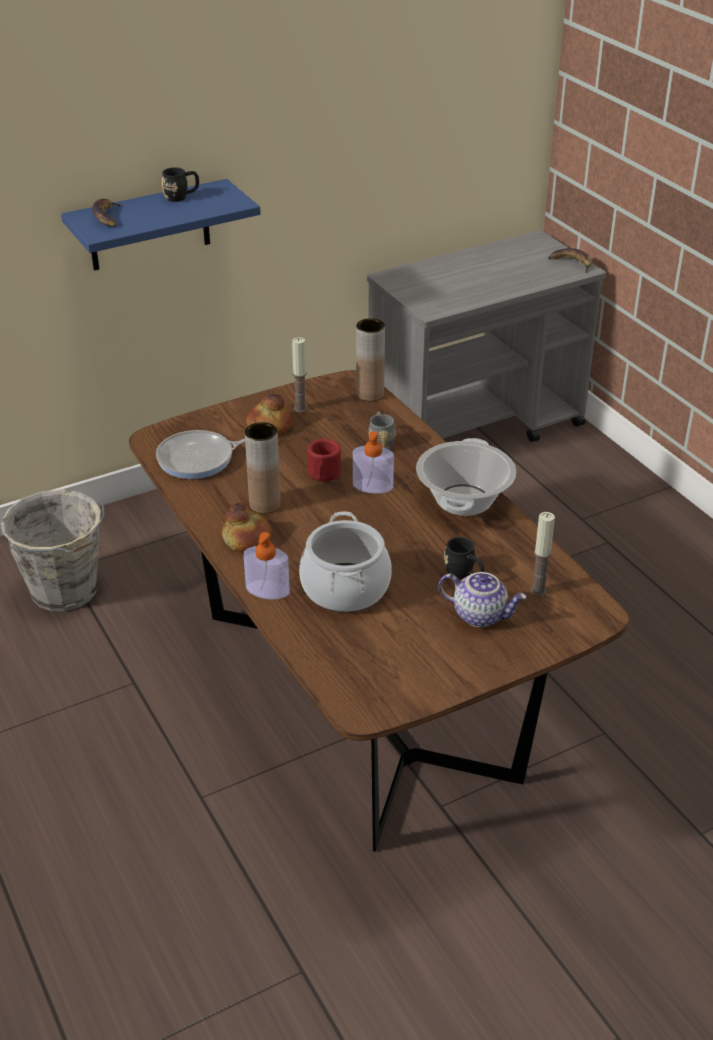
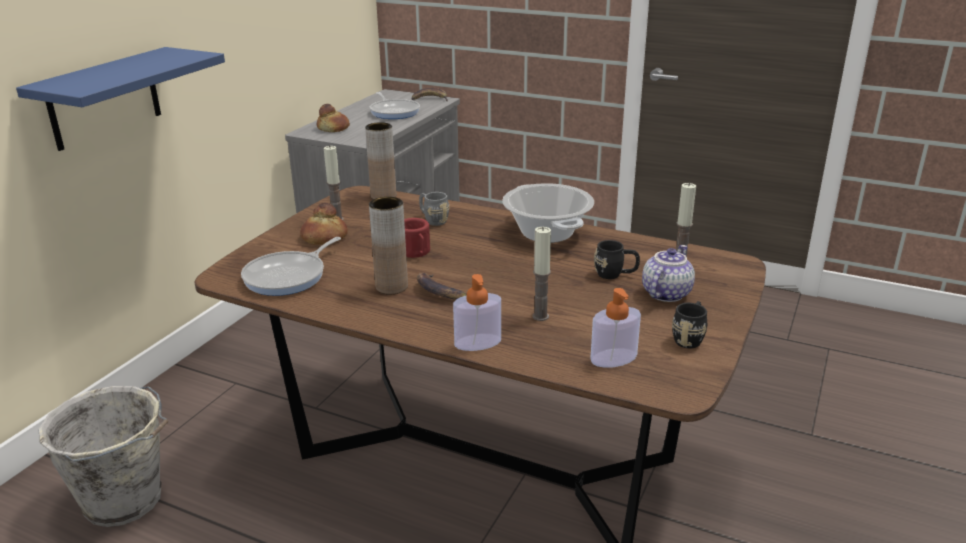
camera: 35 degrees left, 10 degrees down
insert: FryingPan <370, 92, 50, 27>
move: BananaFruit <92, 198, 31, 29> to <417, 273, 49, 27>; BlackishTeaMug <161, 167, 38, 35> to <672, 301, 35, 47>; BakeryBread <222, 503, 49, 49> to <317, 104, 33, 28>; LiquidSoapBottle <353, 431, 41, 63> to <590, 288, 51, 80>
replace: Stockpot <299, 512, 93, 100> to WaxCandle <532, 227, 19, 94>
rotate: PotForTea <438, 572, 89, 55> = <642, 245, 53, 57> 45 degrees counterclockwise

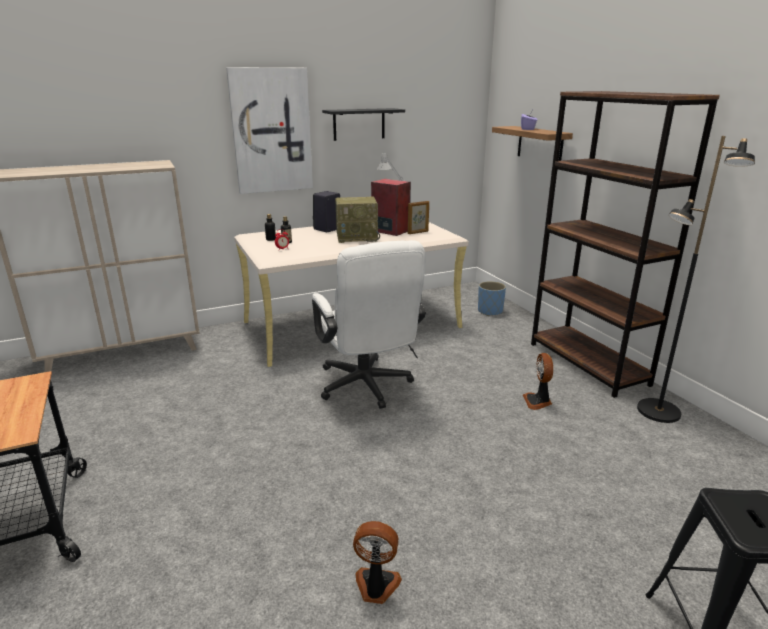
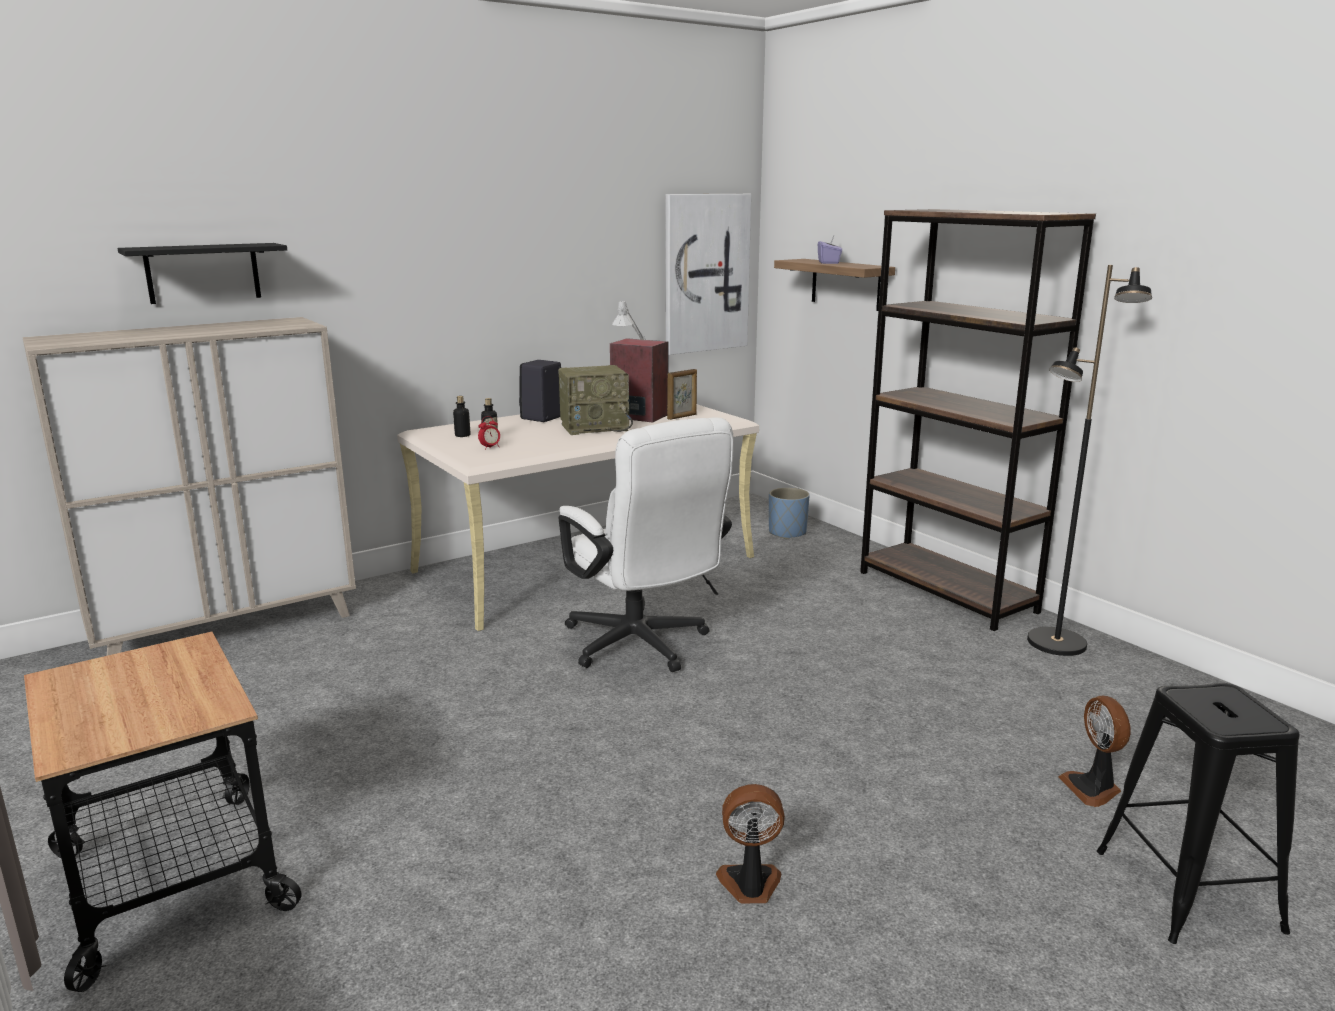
camera: 10 degrees left, 5 degrees down
move: Picture <226, 67, 87, 127> to <666, 194, 85, 161>; BlackishBracketShelf <322, 108, 83, 33> to <117, 243, 170, 61>; CoolingFan <523, 353, 30, 57> to <1058, 696, 73, 111>

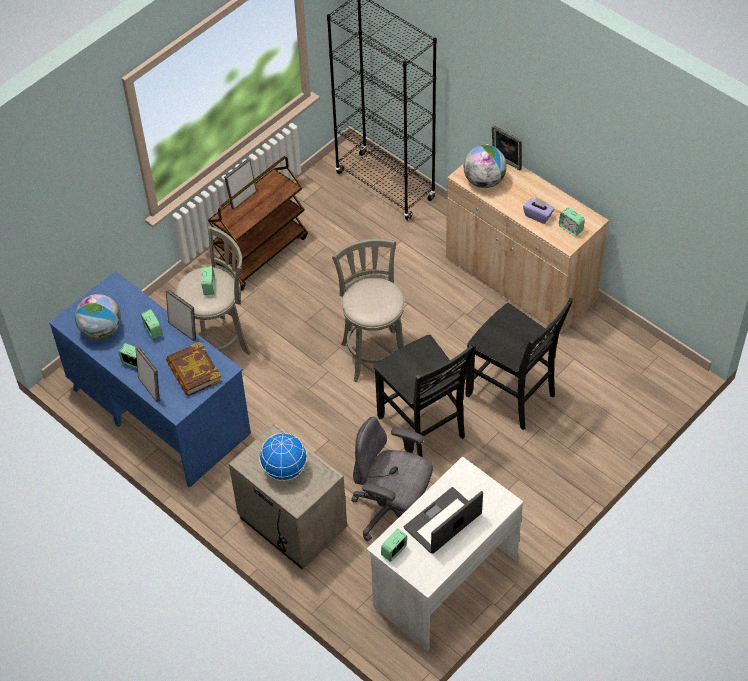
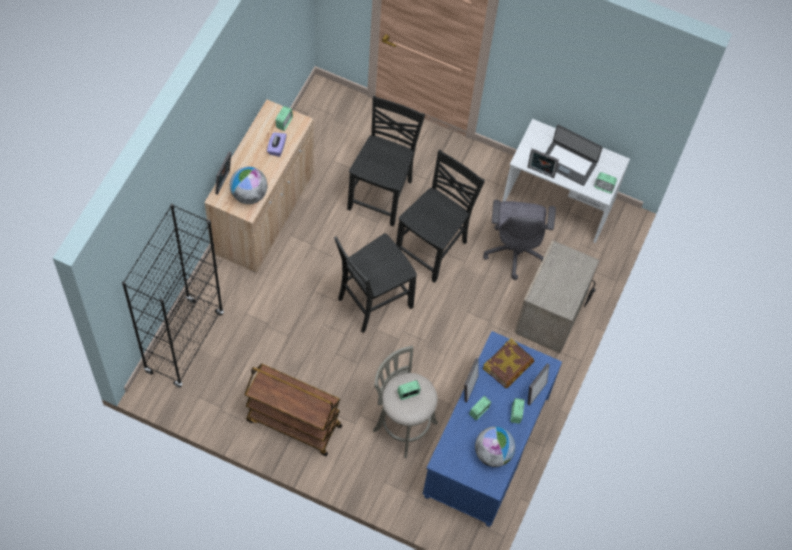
camera: 115 degrees left, 10 degrees up
delete: Globe <259, 433, 48, 48>
move: StandingFrame <224, 158, 33, 52> to <528, 149, 31, 29>
replace: GraySittingStool <332, 238, 73, 144> to BlackishUprightChair <334, 233, 83, 100>

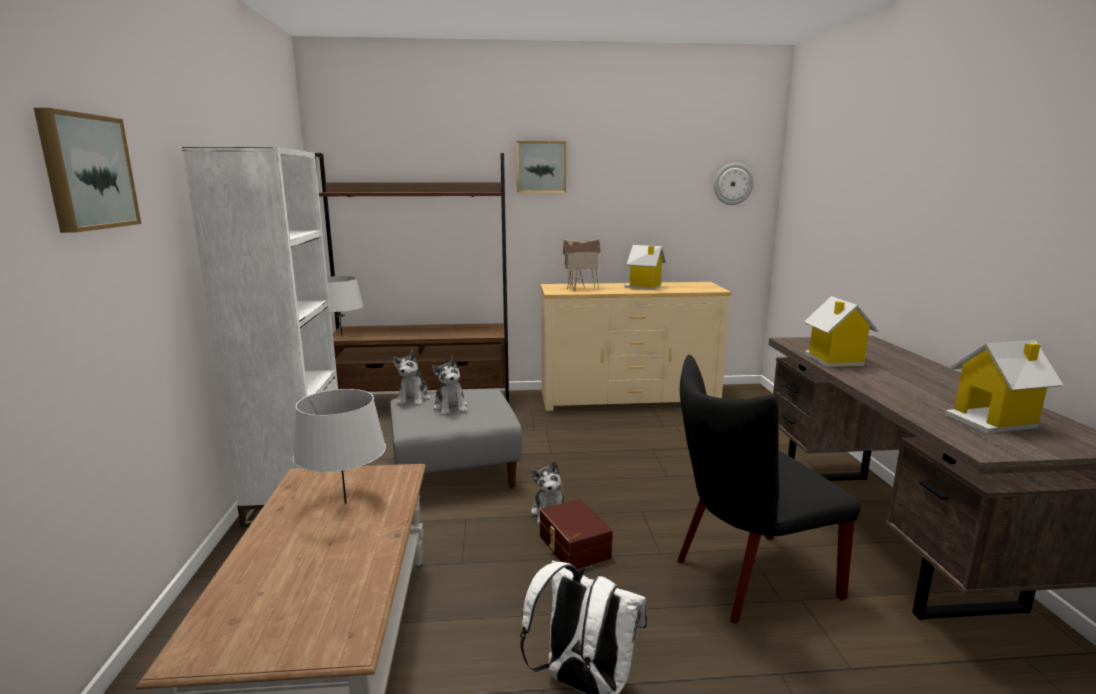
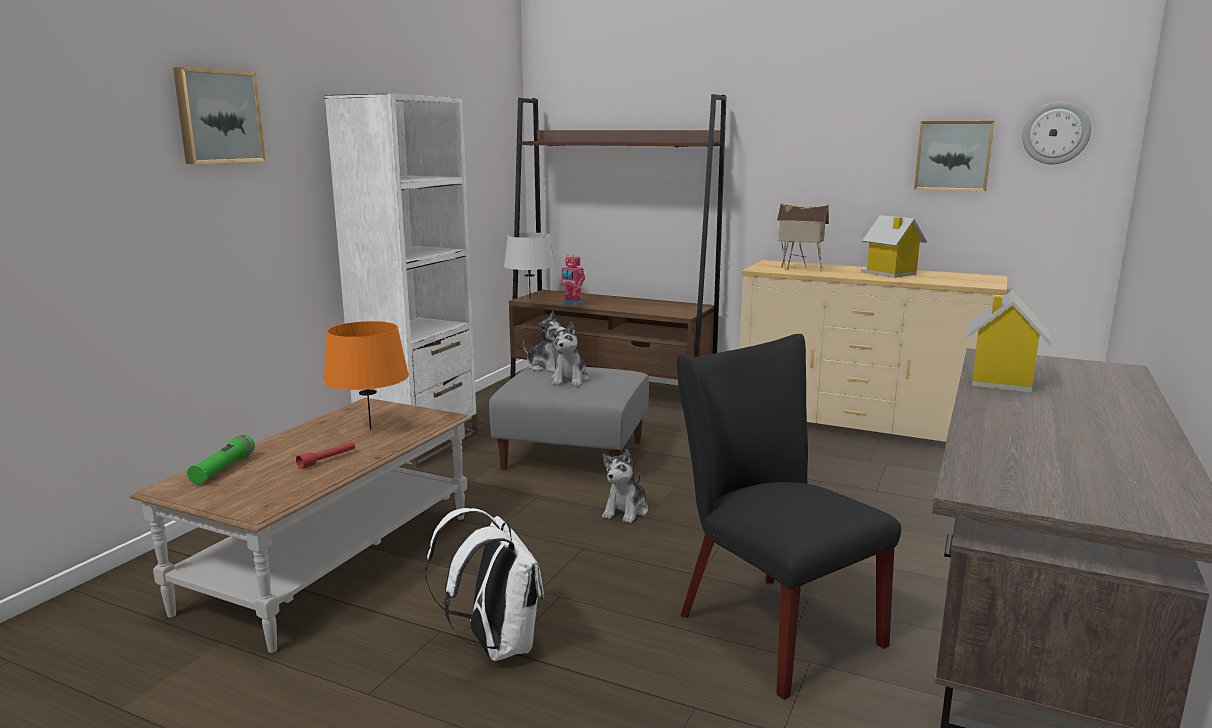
camera: 30 degrees right, 0 degrees up
delete: BrownishStorageBin <540, 499, 73, 70>; MiniatureHouse <945, 340, 118, 94>
insert: GreenColouredTorch <187, 435, 68, 49>; RedTorch <296, 442, 59, 27>; RobotFigure <559, 255, 26, 51>
move: Picture <516, 141, 50, 52> to <914, 121, 81, 71>
recolor: GrayLampForATable <293, 389, 93, 115> to OrangeColouredLampForATable <323, 321, 86, 108>
rotate: PlushToy <393, 350, 38, 56> = <523, 311, 42, 62> 90 degrees counterclockwise; BlackishUprightChair <677, 355, 184, 269> = <677, 334, 224, 366> 45 degrees clockwise

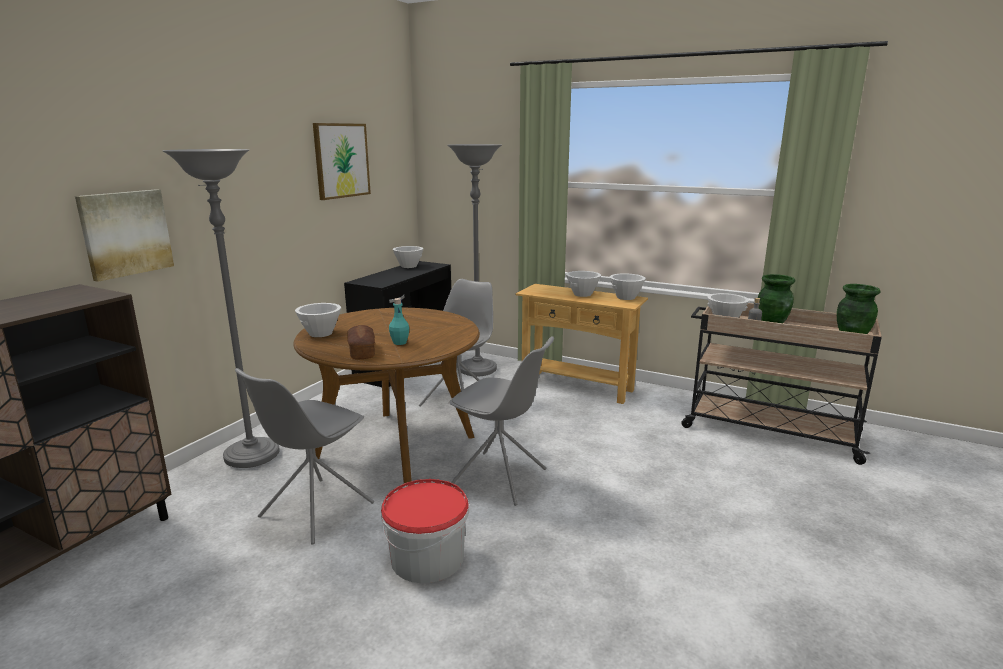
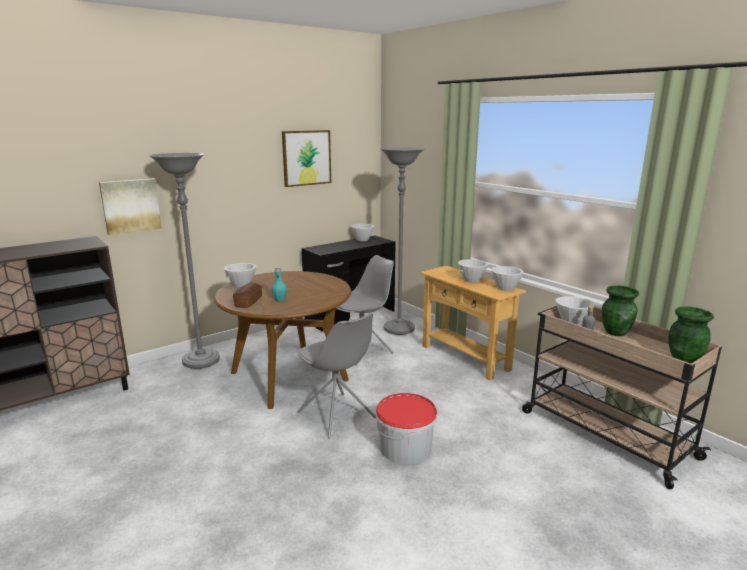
camera: 25 degrees right, 0 degrees up
delete: GrayUprightChair <235, 368, 139, 176>
move: Bucket <381, 479, 88, 104> to <376, 393, 61, 71>

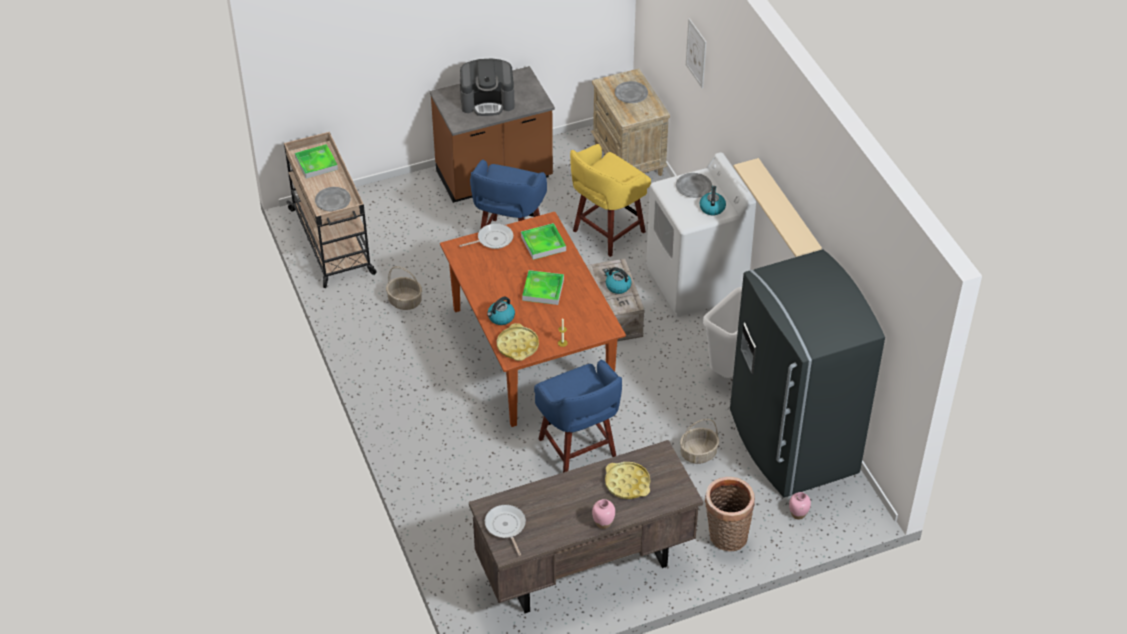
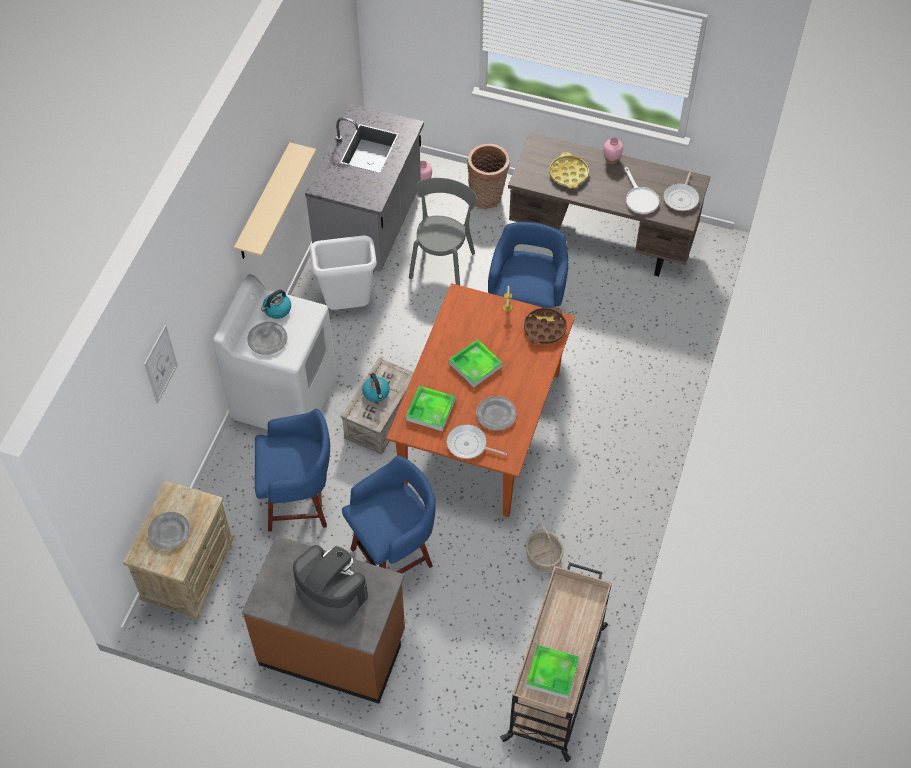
camera: 140 degrees left, 10 degrees up
delete: WaterKettle <487, 297, 28, 28>
insert: WhiteFryingPan <625, 167, 34, 47>
move: GrayDinnerPlate <315, 187, 36, 24> to <476, 396, 41, 35>
replace: Basket <680, 419, 39, 45> to GrayUprightChair <409, 178, 68, 107>; GrayRefrigerator <730, 250, 155, 247> to GrayKitchenBaseUnit <305, 104, 119, 169>
recolor: YellowColouredCarryingTray <497, 323, 42, 38> to BrownishCarryingTray <524, 307, 43, 37>; YellowColouredSittingStool <570, 144, 81, 113> to BlueSittingStool <255, 409, 75, 123>

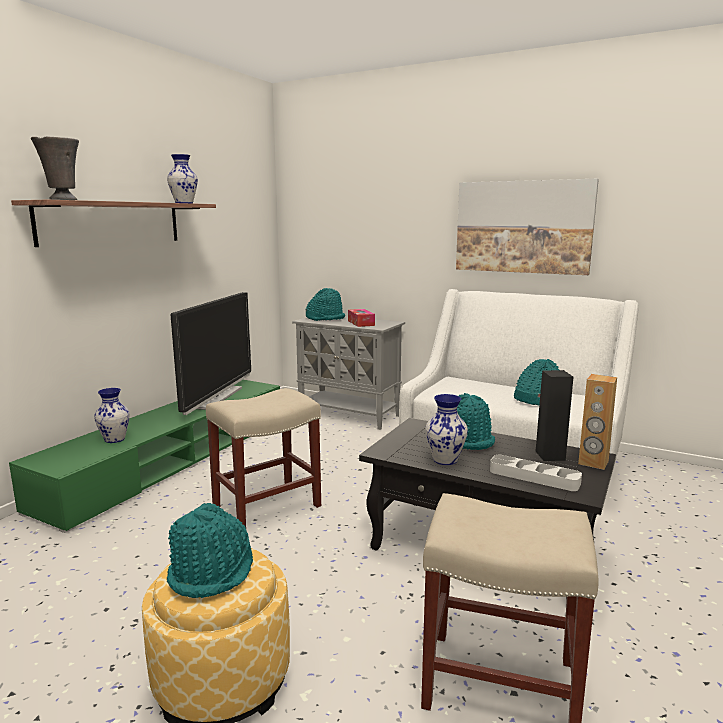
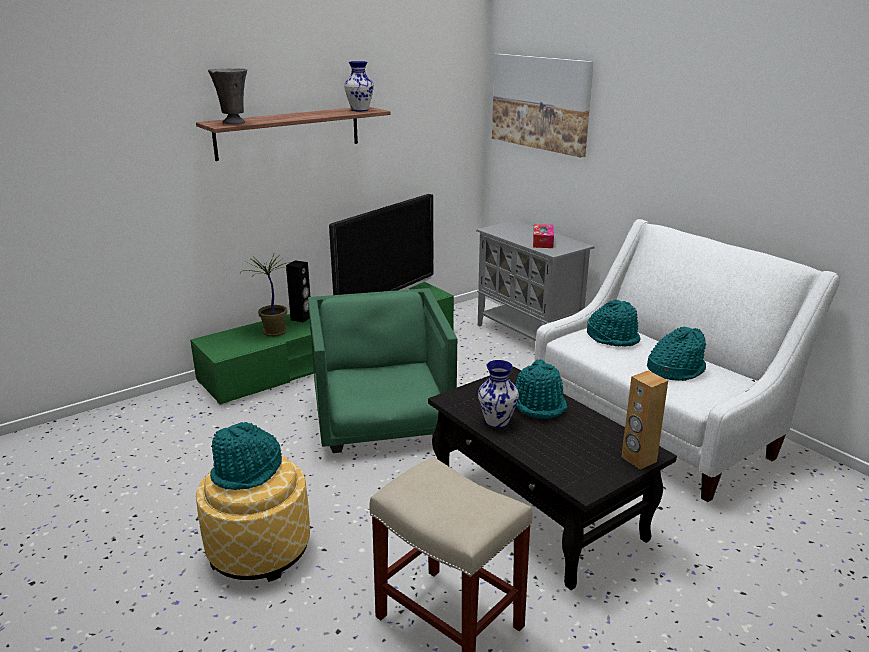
camera: 25 degrees right, 10 degrees up
delete: GrayCarryingTray <490, 455, 92, 36>
move: TurquoiseWearableHat <306, 288, 39, 33> to <587, 299, 54, 48>; Picture <456, 179, 143, 96> to <492, 54, 102, 104>; BlackishLoudspeaker <536, 370, 37, 91> to <286, 260, 24, 63>
replace: DecorativeVase <94, 388, 36, 55> to PlantInAPot <241, 254, 50, 83>; BeigeColouredSittingStool <206, 388, 115, 140> to GreenColouredLoungeChair <308, 288, 149, 165>

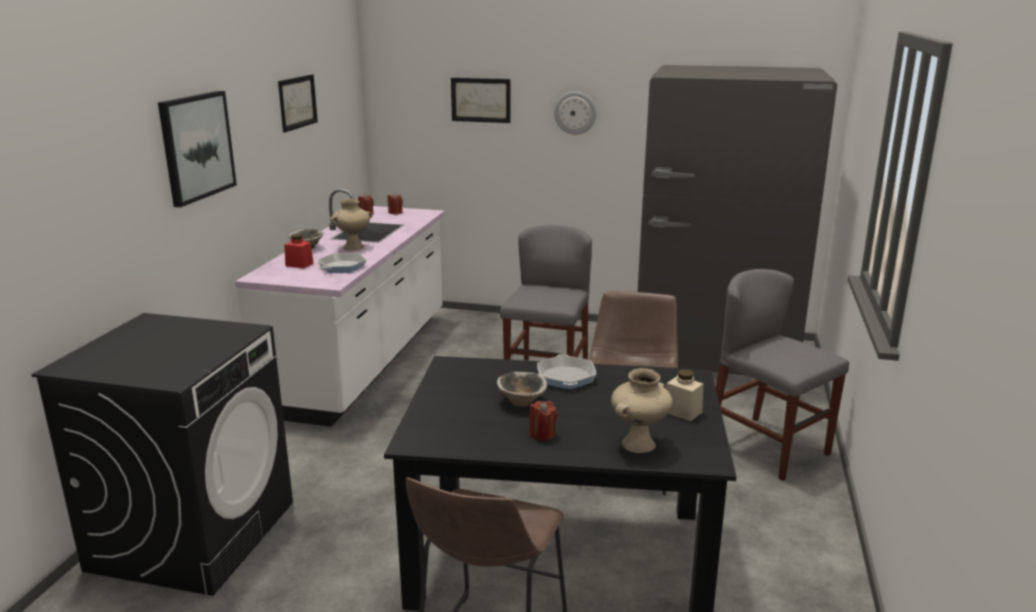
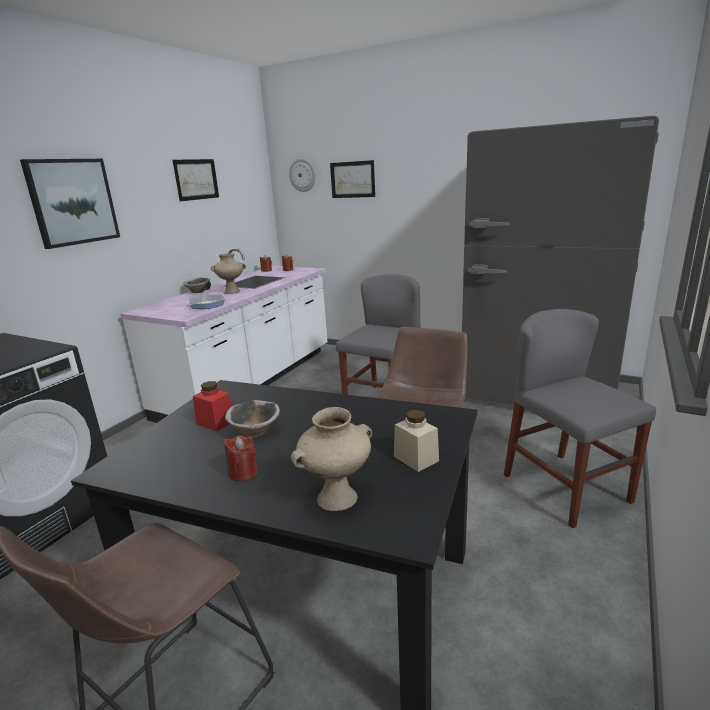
camera: 15 degrees right, 0 degrees up
delete: FryingPan <537, 354, 59, 35>
move: RedStorageJar <284, 234, 30, 34> to <193, 381, 39, 50>; WallClock <554, 92, 42, 43> to <289, 158, 27, 34>

